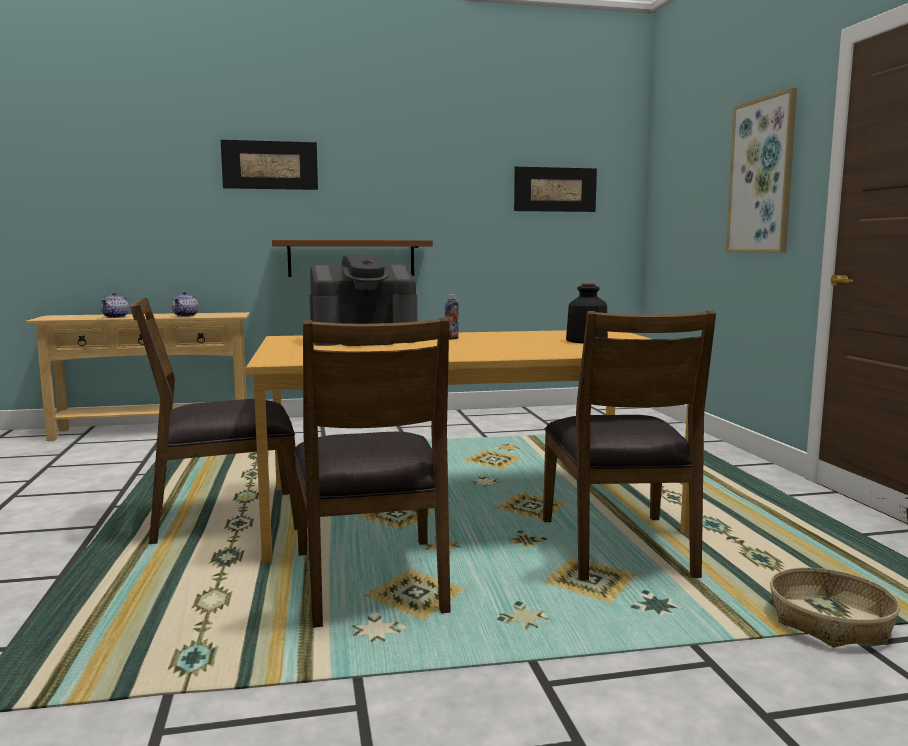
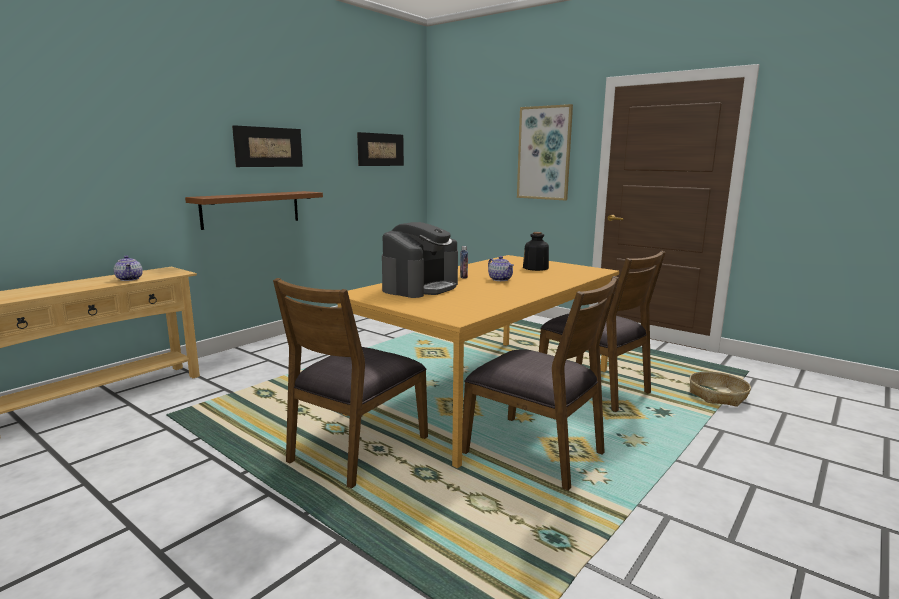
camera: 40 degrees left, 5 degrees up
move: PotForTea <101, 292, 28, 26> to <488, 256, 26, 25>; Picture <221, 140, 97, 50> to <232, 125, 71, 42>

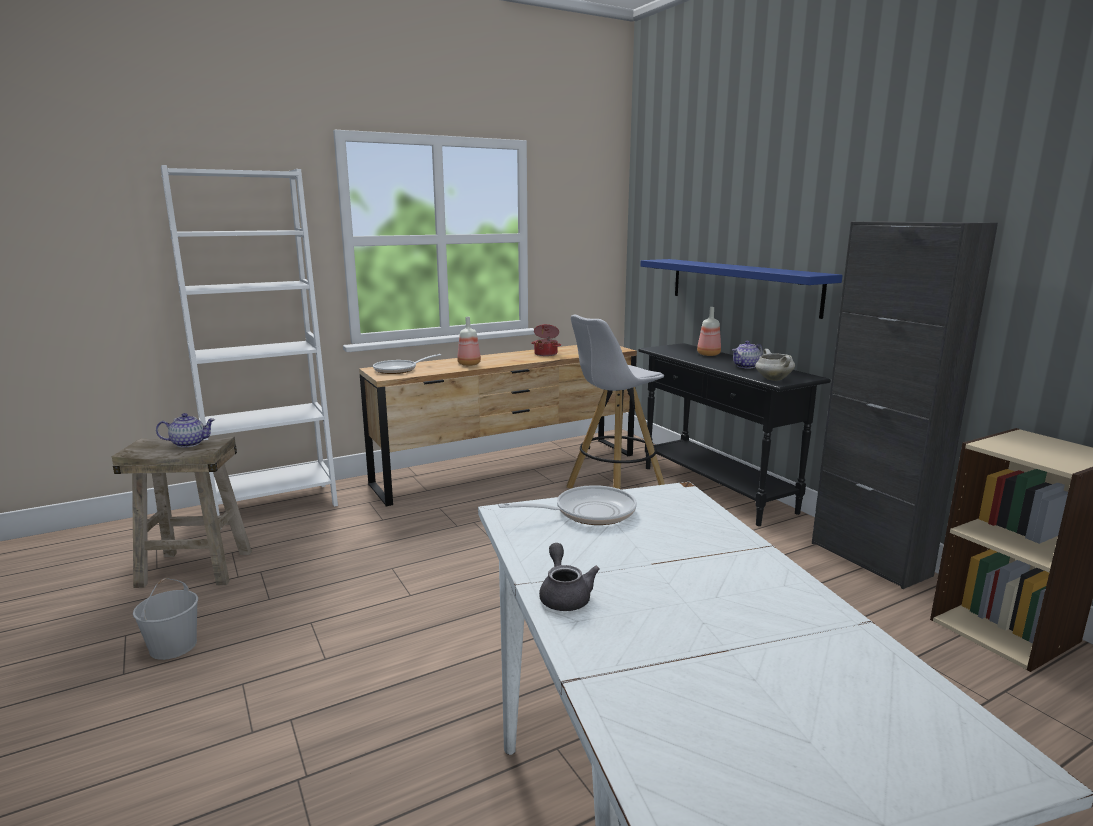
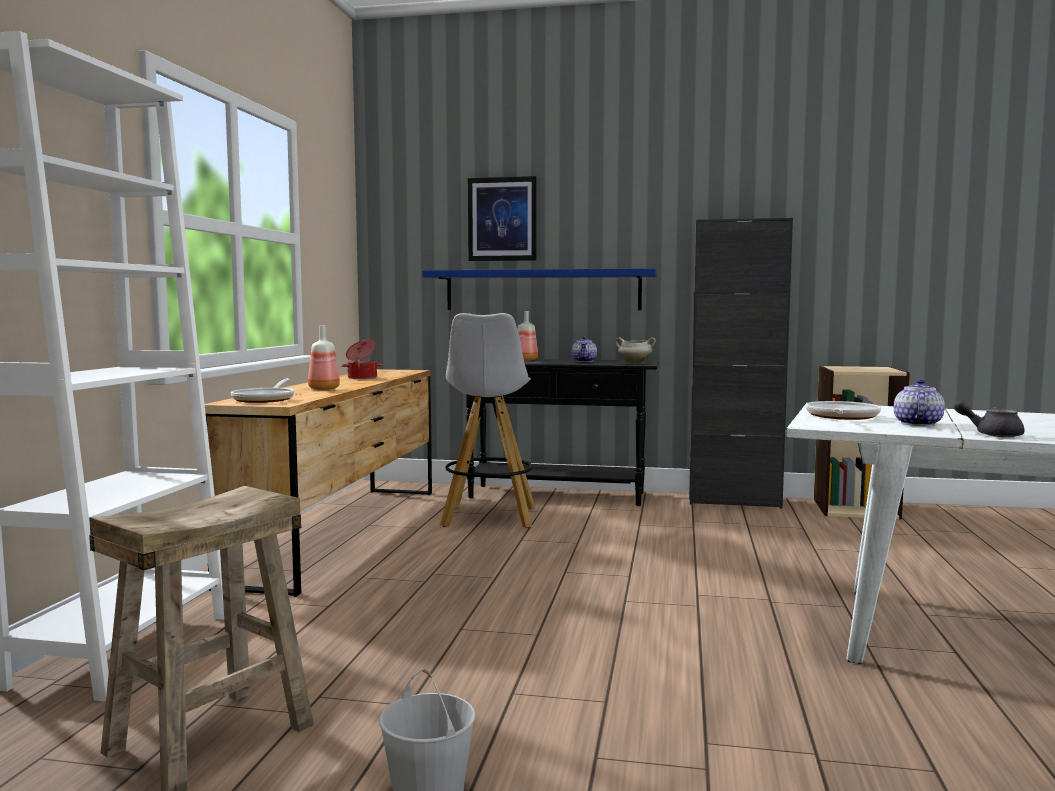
camera: 50 degrees left, 10 degrees down
insert: Picture <468, 176, 69, 85>
move: PotForTea <156, 413, 59, 35> to <894, 379, 51, 47>

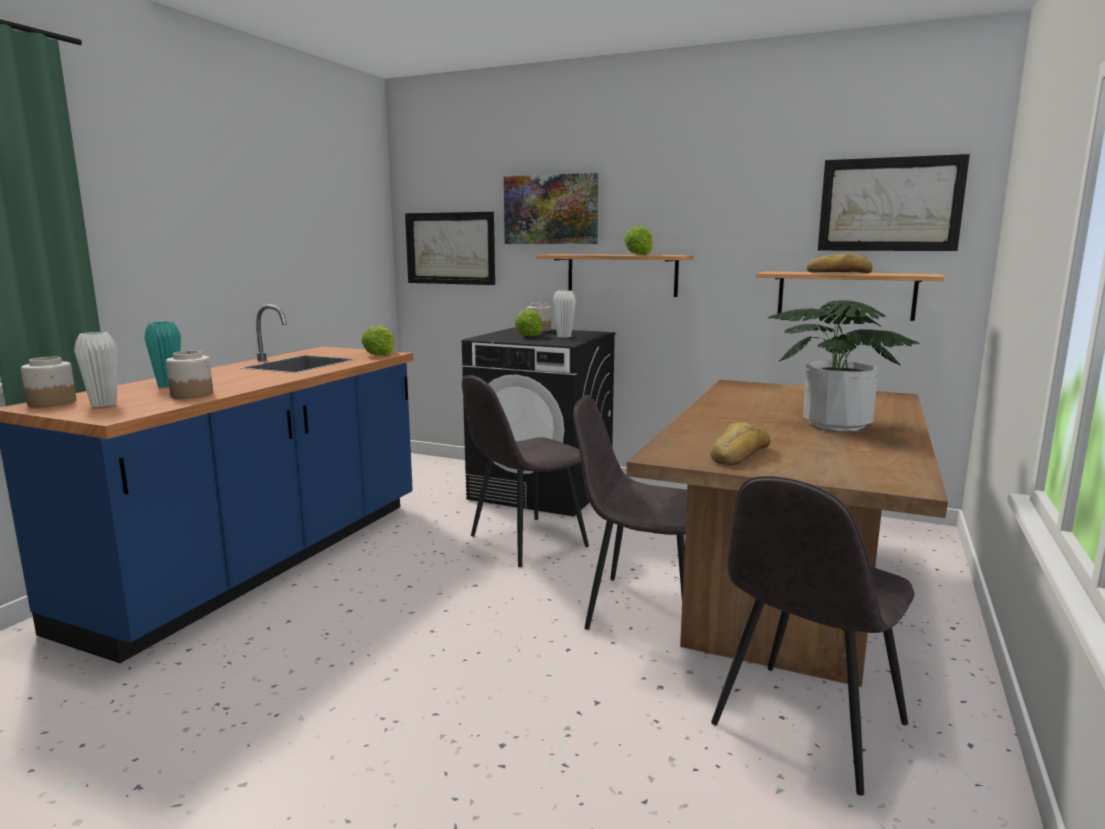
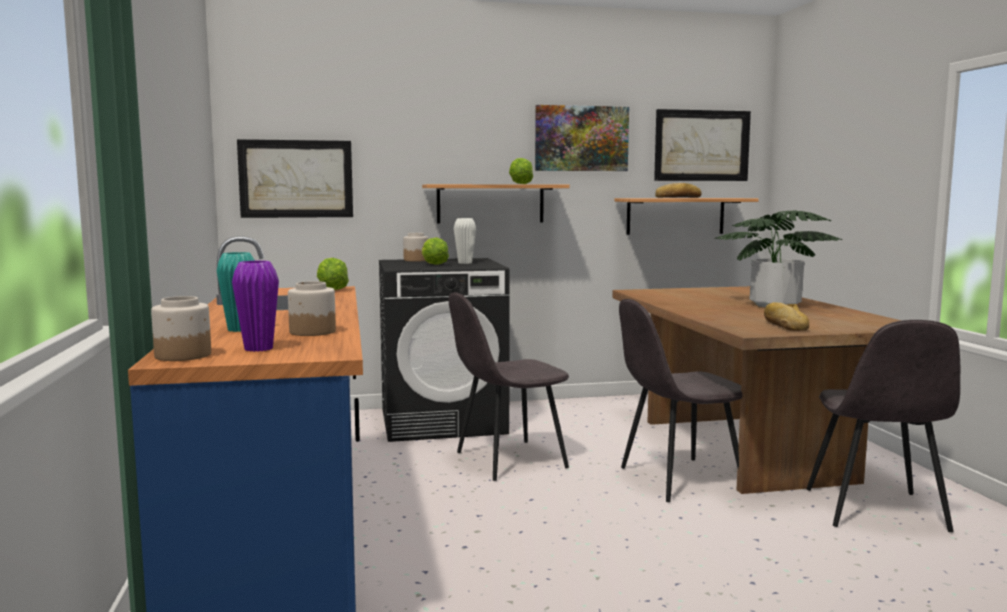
camera: 35 degrees left, 5 degrees down
move: Picture <504, 173, 94, 71> to <535, 105, 94, 66>
recolor: WhiteDecorativeVase <74, 332, 43, 75> to PurpleDecorativeVase <232, 261, 47, 91>
rotate: GrayUprightChair <462, 375, 127, 192> = <449, 292, 120, 189> 45 degrees clockwise

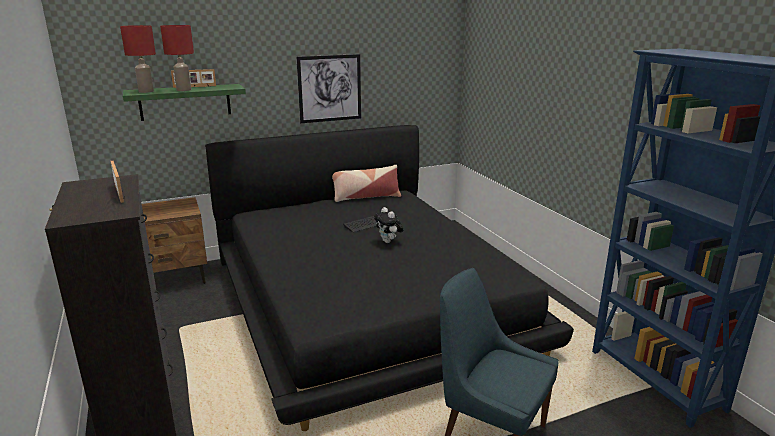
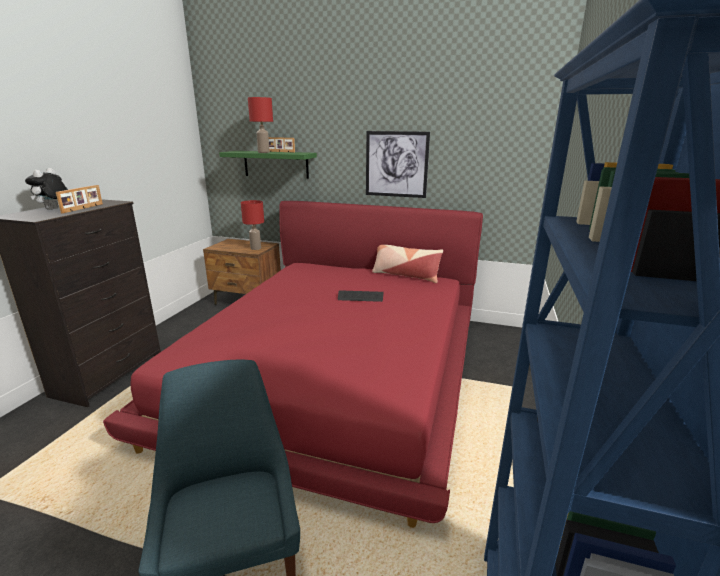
camera: 40 degrees right, 0 degrees up
move: RedLampForATable <120, 25, 36, 68> to <241, 200, 23, 50>; PlushToy <374, 207, 29, 36> to <25, 168, 43, 42>
recolor: BlackishBed <205, 125, 369, 306> to RedBed <103, 201, 380, 327>

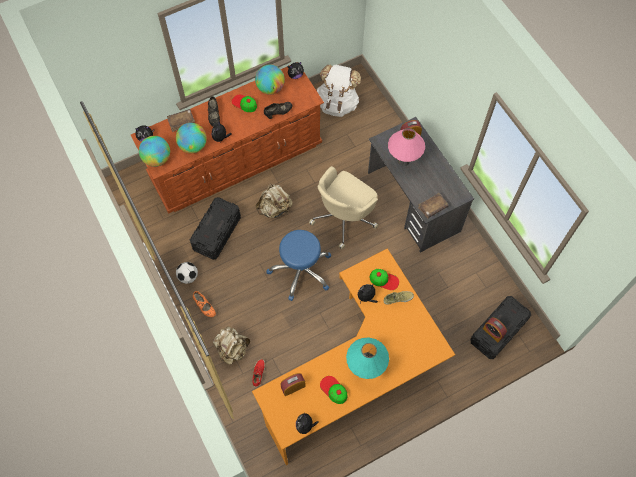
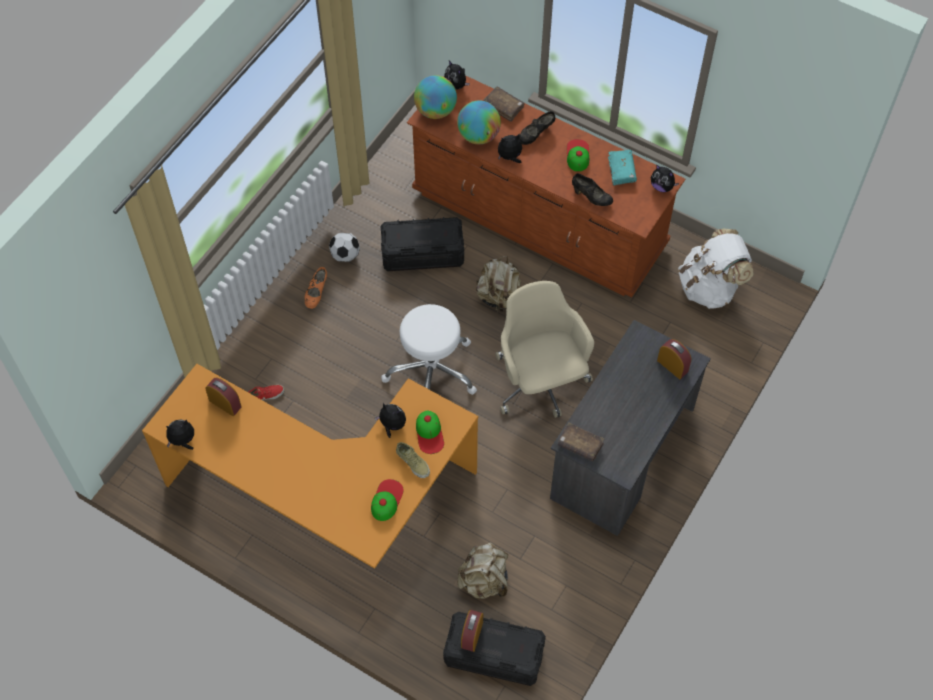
camera: 60 degrees right, 5 degrees down
delete: TurquoiseLampForATable <346, 338, 43, 41>; PinkishLampForATable <388, 128, 37, 38>
move: BeigeColouredKnapsack <213, 326, 37, 39> to <458, 542, 50, 57>; BaseballCap <320, 376, 27, 28> to <371, 479, 32, 42>
replace: Globe <255, 64, 30, 31> to TurquoiseVolume <608, 150, 29, 36>
recolor: BlueSittingStool <267, 230, 65, 71> to WhiteSittingStool <381, 304, 96, 91>
rotate: BeigeColouredComputerChair <309, 166, 69, 83> = <495, 281, 99, 137> 60 degrees clockwise

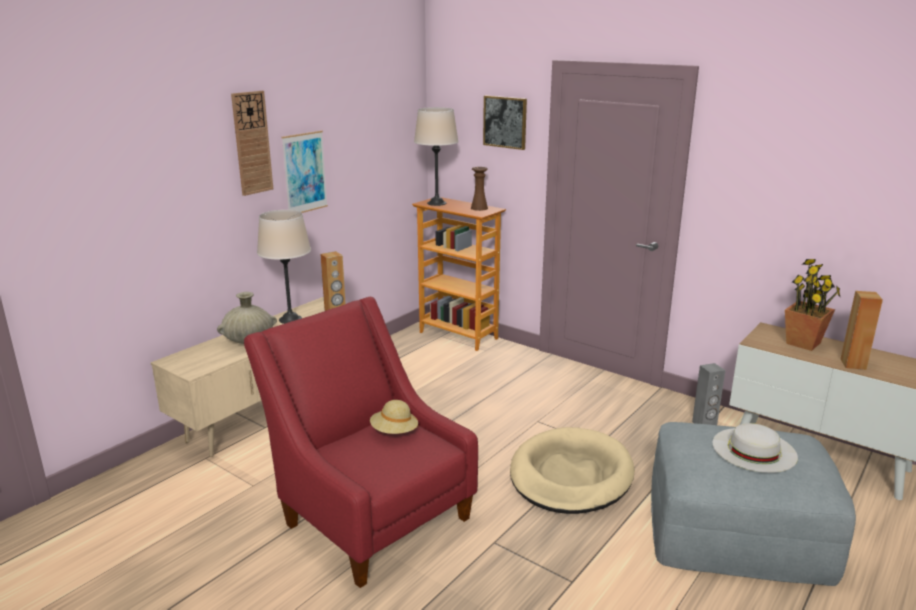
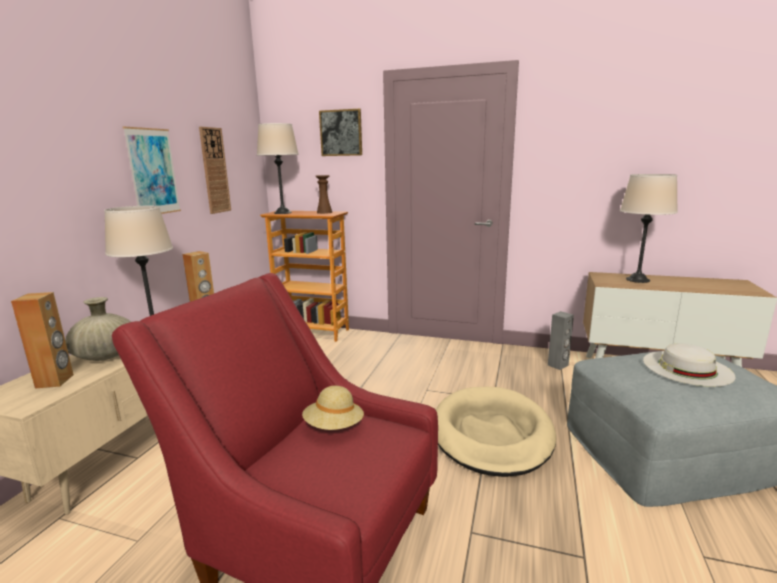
camera: 20 degrees left, 5 degrees down
move: WallClock <231, 91, 42, 105> to <199, 127, 32, 87>; BrownishLoudspeaker <840, 291, 43, 79> to <11, 292, 63, 96>
replace: PlantInAPot <785, 259, 55, 92> to BeigeColouredLampForATable <620, 174, 58, 109>

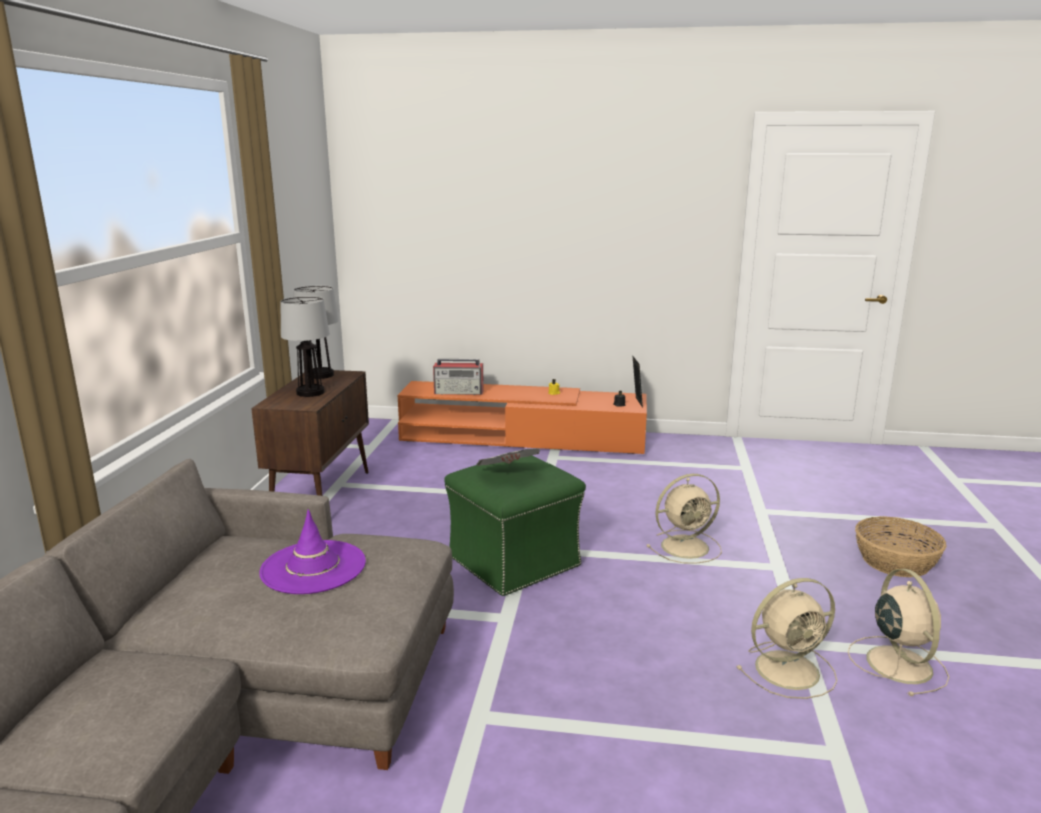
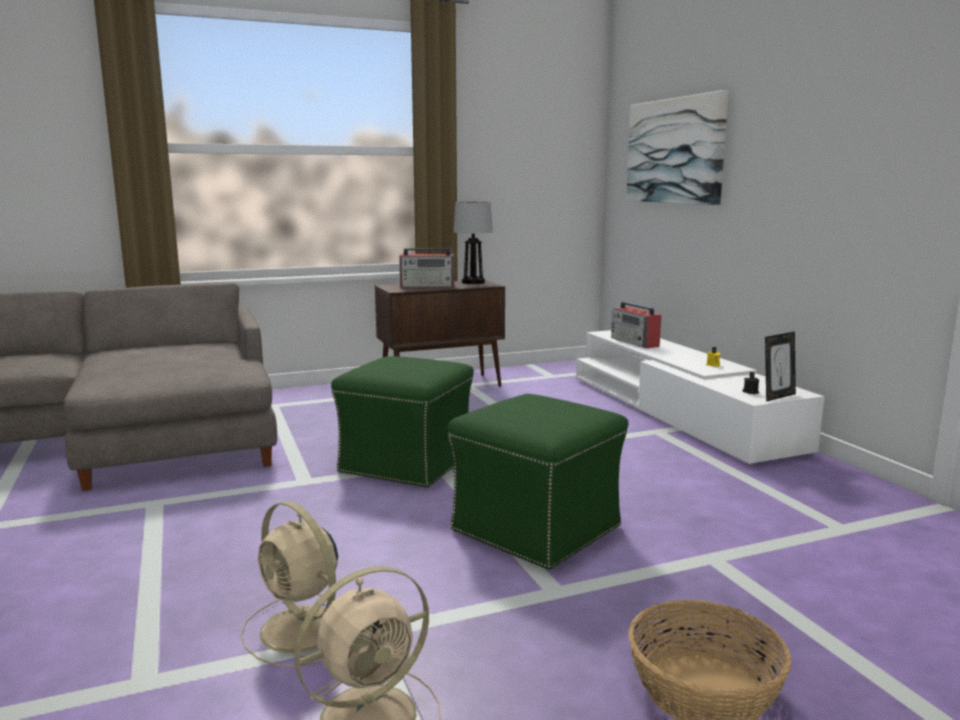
camera: 60 degrees right, 5 degrees down
delete: PurpleWearableHat <259, 509, 107, 85>; Newspaper <476, 448, 64, 18>
insert: Picture <626, 90, 103, 115>
replace: LampForATable <280, 296, 50, 101> to Radio <399, 247, 55, 41>; BeigeColouredCoolingFan <647, 474, 75, 90> to GreenColouredFootrest <447, 394, 181, 176>
recolor: OrangeColouredTvUnit <398, 381, 249, 73> to WhiteTvUnit <576, 330, 248, 134>

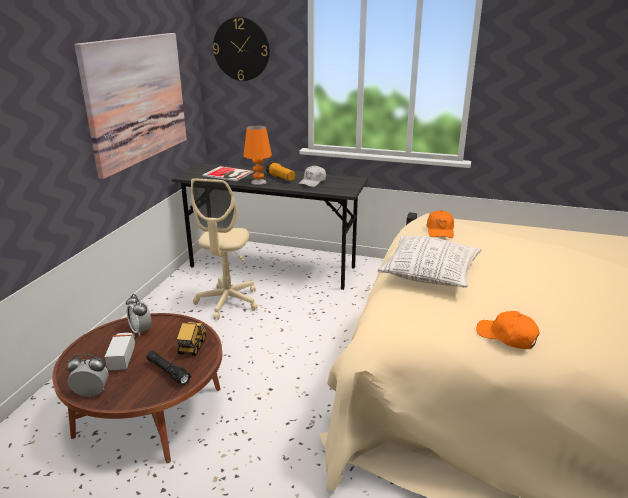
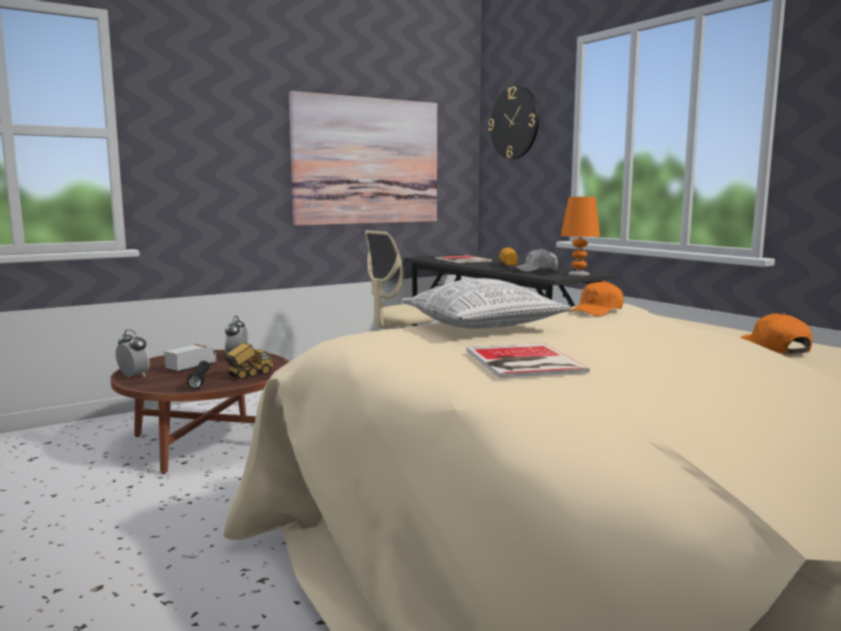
camera: 40 degrees right, 15 degrees down
insert: Volume <466, 343, 124, 35>
move: OrangeColouredLampForATable <244, 125, 28, 60> to <561, 197, 39, 79>; OrangeColouredBaseballCap <476, 311, 63, 38> to <740, 313, 72, 41>

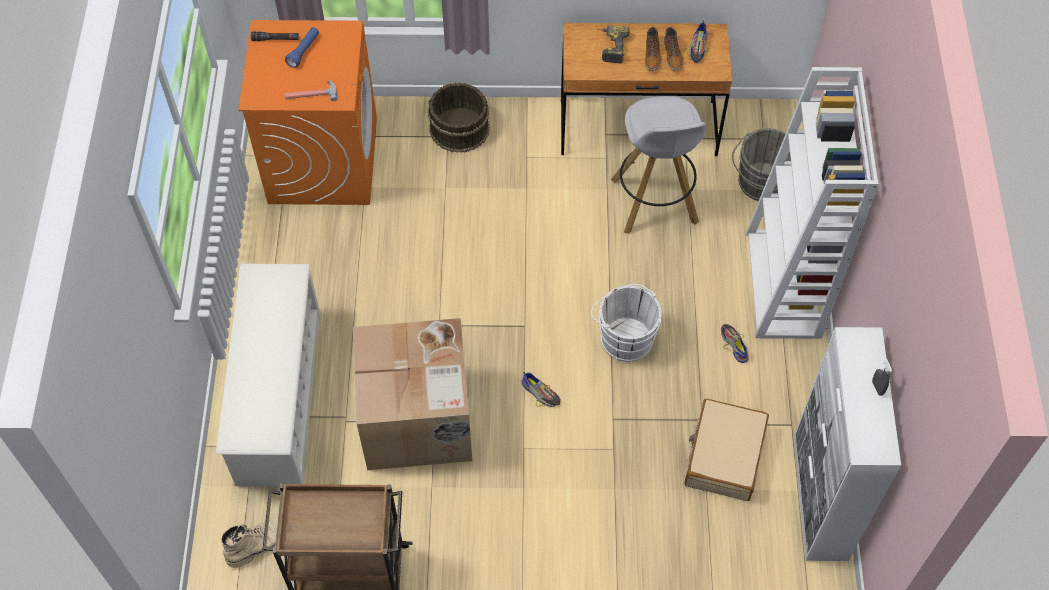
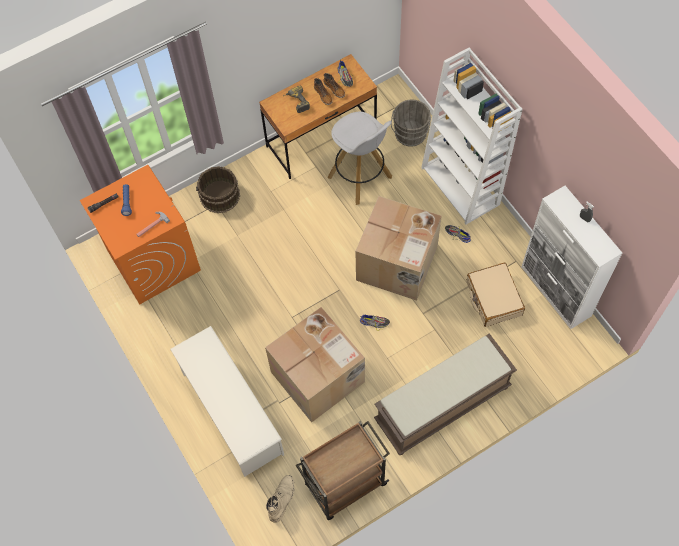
camera: 30 degrees left, 5 degrees up
insert: BrownishBench <374, 333, 143, 122>
replace: WhiteBucket <591, 284, 71, 78> to CardboardBox <355, 196, 87, 105>

